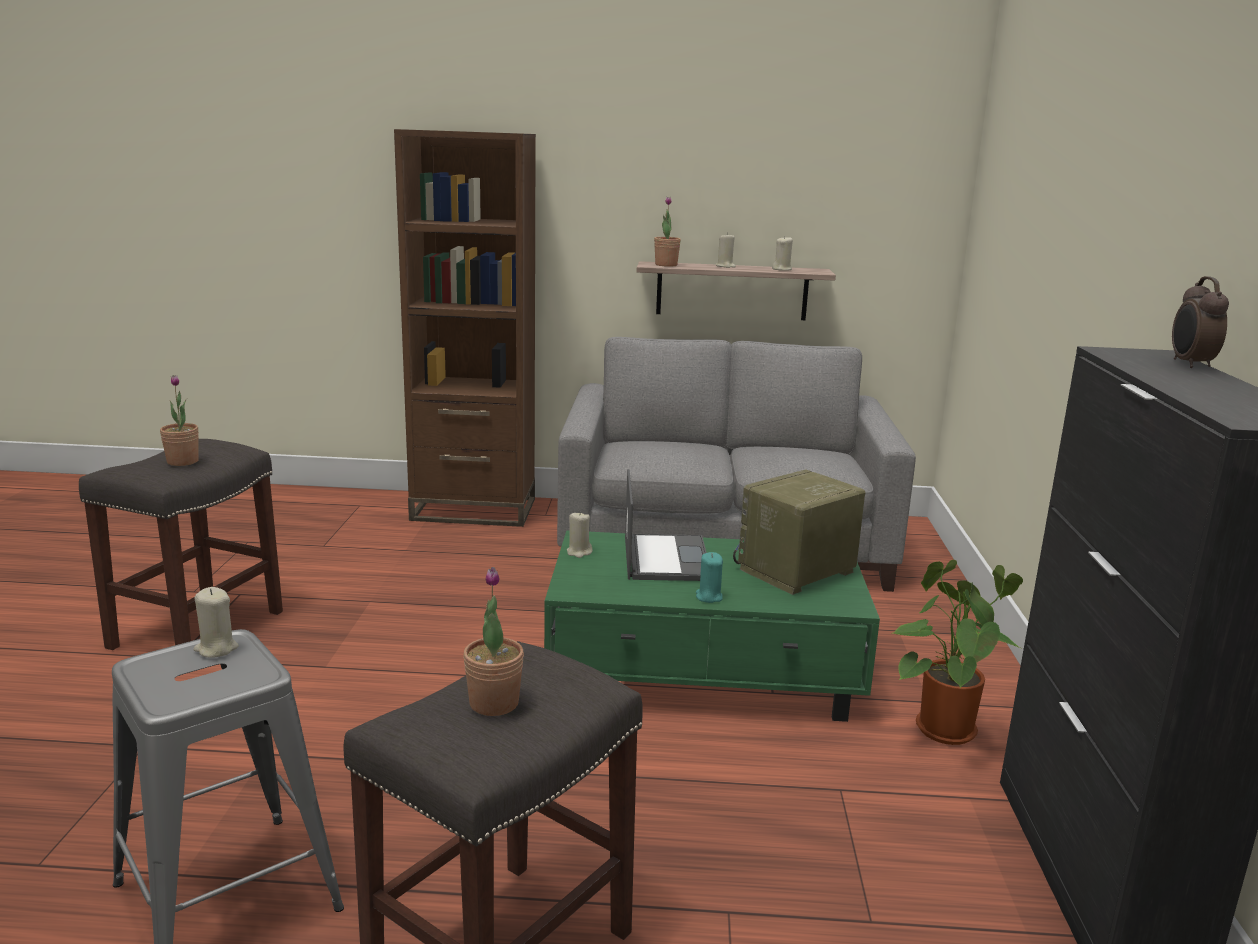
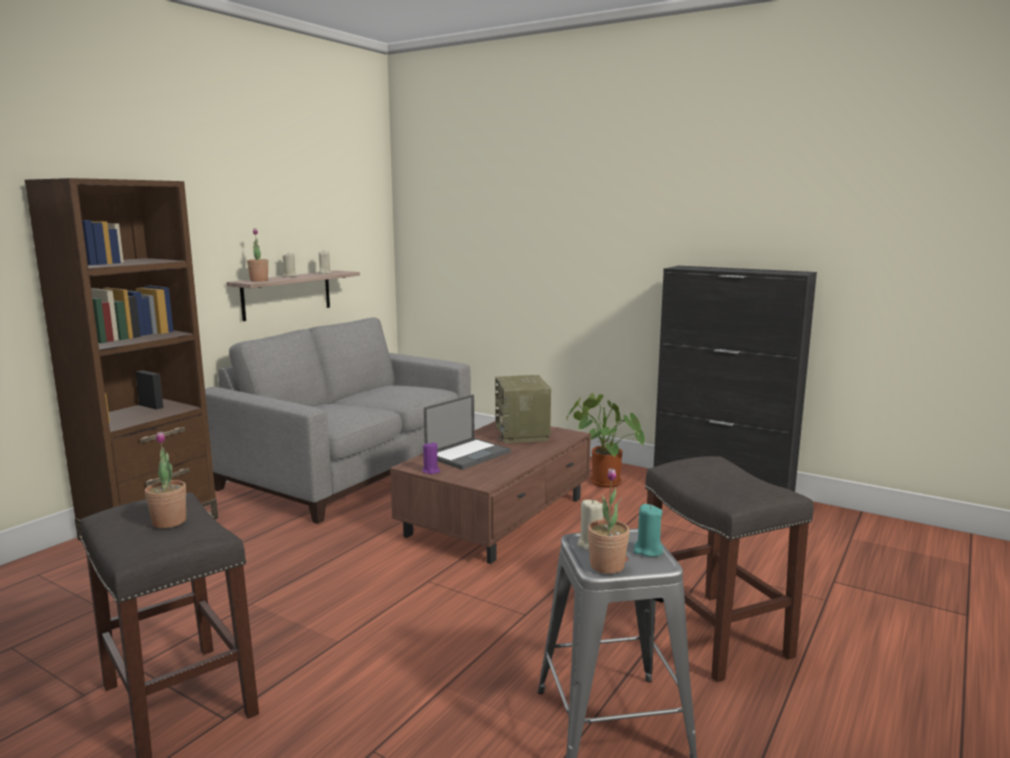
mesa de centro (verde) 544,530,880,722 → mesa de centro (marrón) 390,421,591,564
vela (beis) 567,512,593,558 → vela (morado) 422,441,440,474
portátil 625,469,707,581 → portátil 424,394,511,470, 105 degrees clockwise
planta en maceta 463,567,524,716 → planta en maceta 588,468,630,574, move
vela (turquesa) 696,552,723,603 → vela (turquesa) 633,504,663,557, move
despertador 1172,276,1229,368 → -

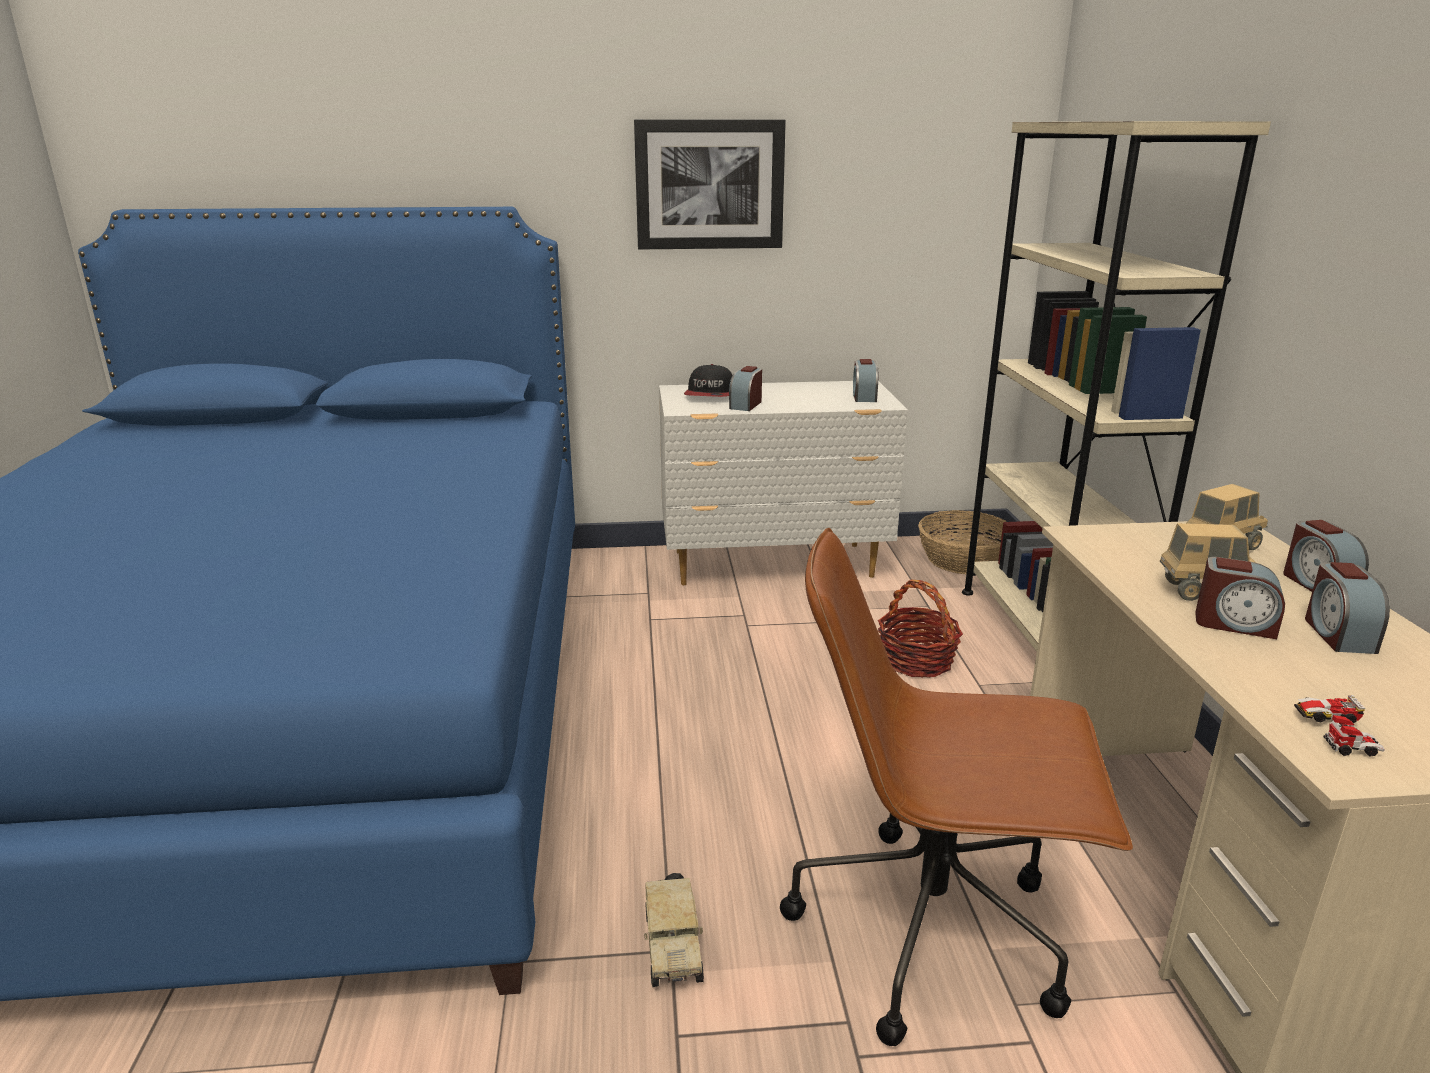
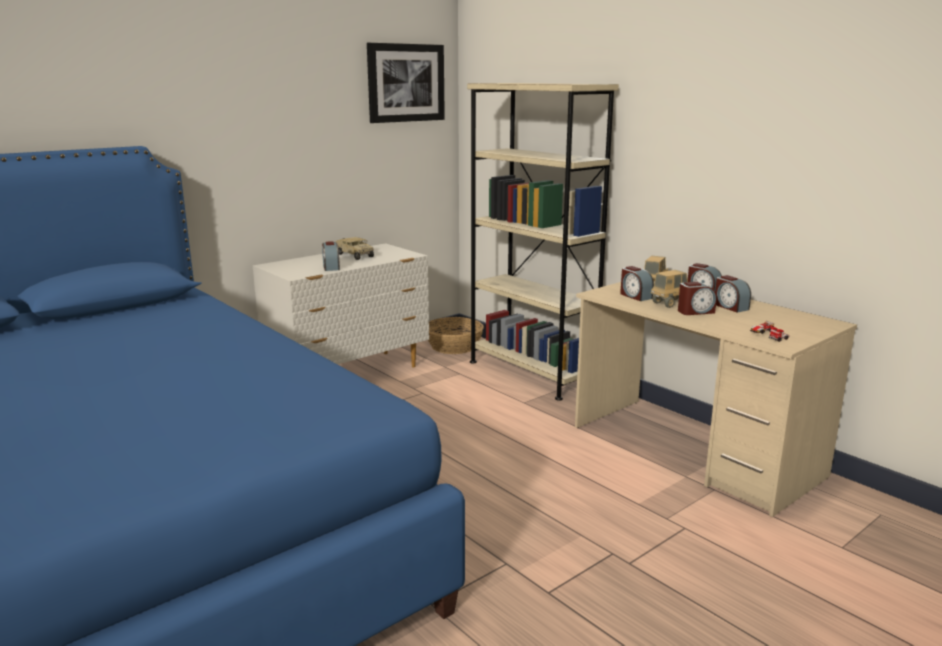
camión de juguete 644,873,704,987 → camión de juguete 335,237,374,260, move
cuadro 634,119,786,249 → cuadro 367,43,445,123, move
despertador 853,359,878,402 → despertador 620,266,654,301, move
gorra 684,364,732,397 → -
silla de oficina (marrón) 780,528,1133,1046 → -
cesta 878,580,963,678 → -

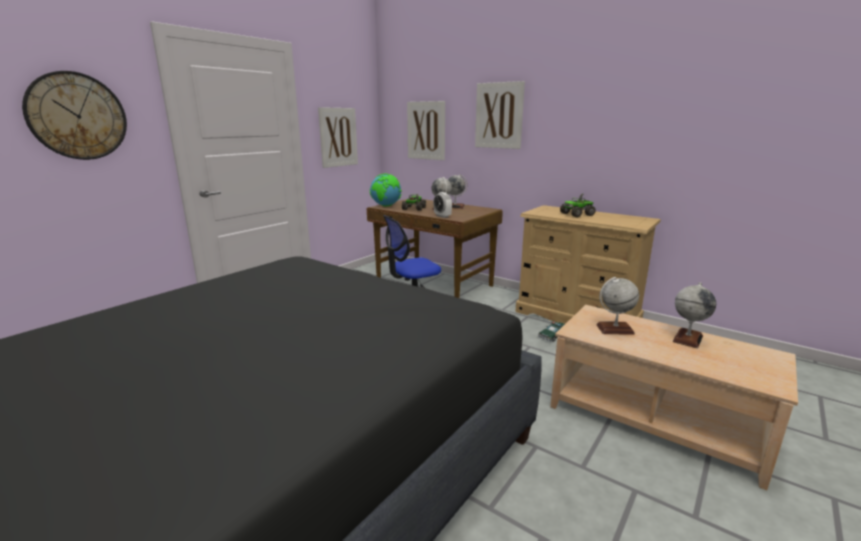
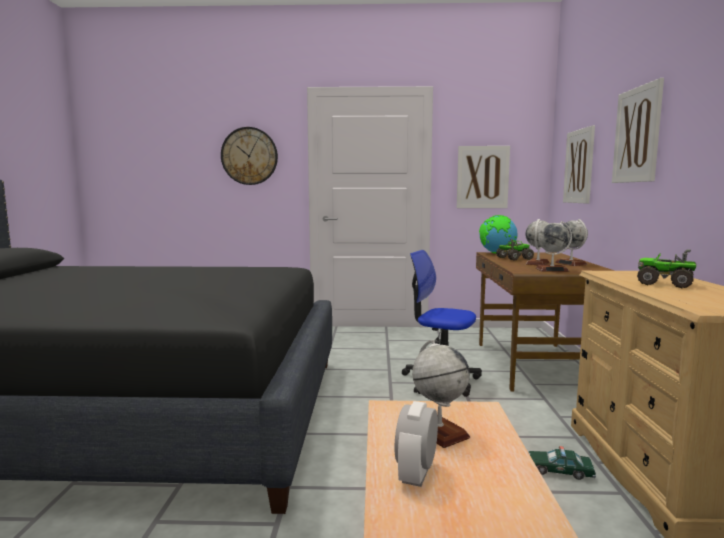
despertador 433,192,452,218 → despertador 394,401,438,487, move
globo terráqueo 673,282,716,348 → globo terráqueo 536,221,572,272, move

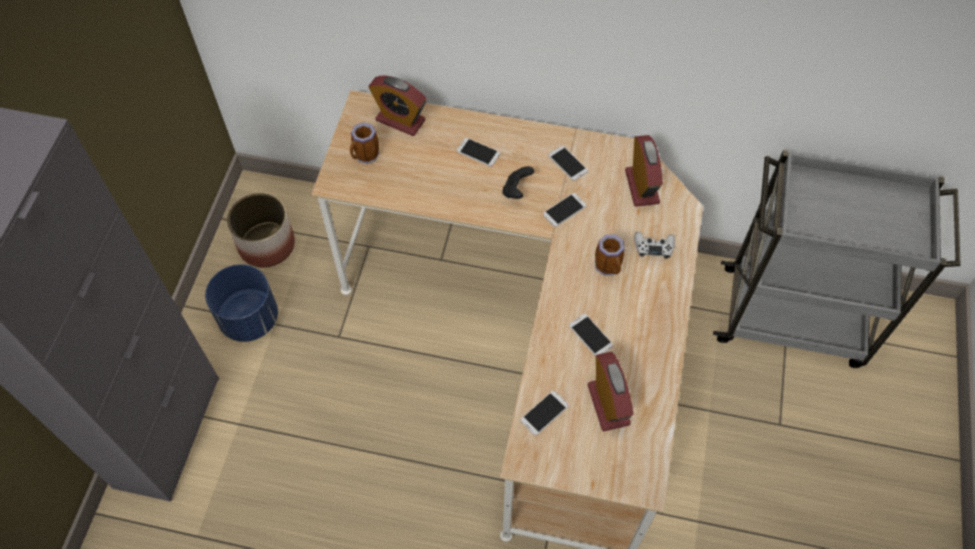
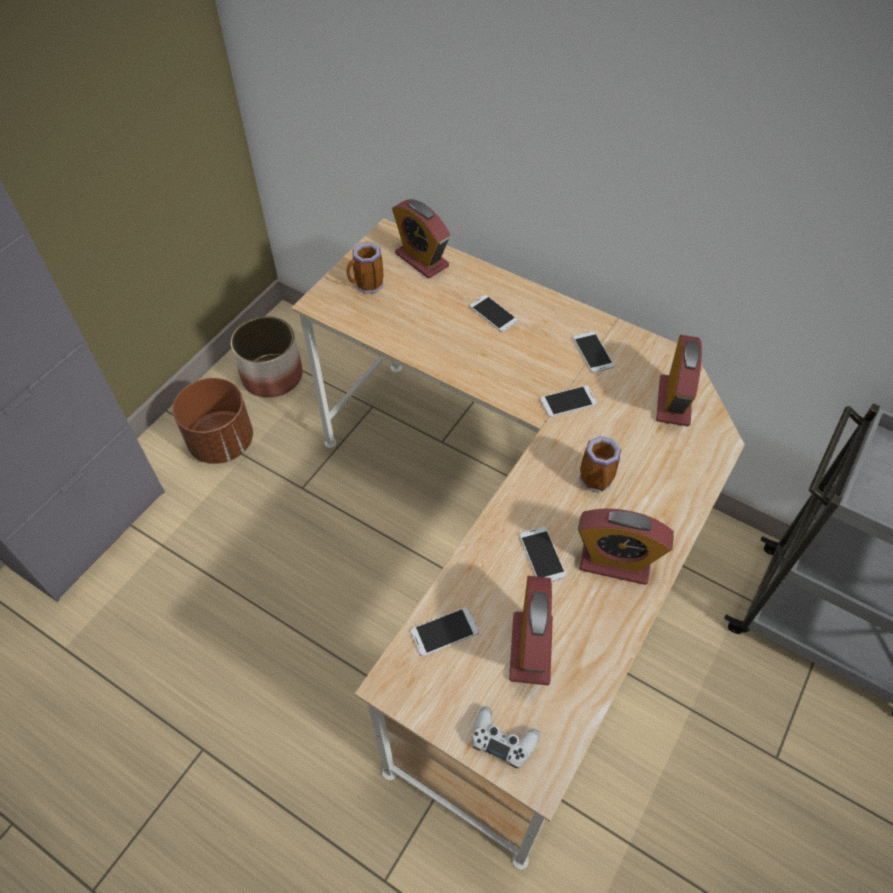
maceta (azul) 205,264,278,342 → maceta (marrón) 172,378,253,464
mando de consola (blanco) 634,232,675,259 → mando de consola (blanco) 472,706,540,768, move
- → despertador 578,509,674,585
mando de consola (negro) 502,166,534,199 → -

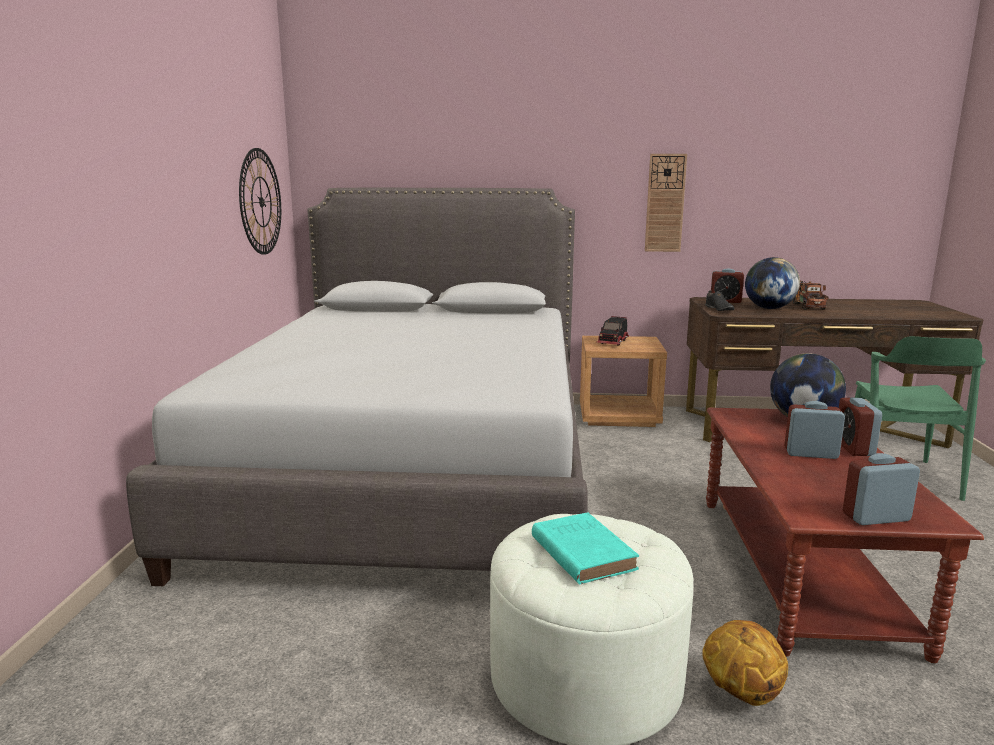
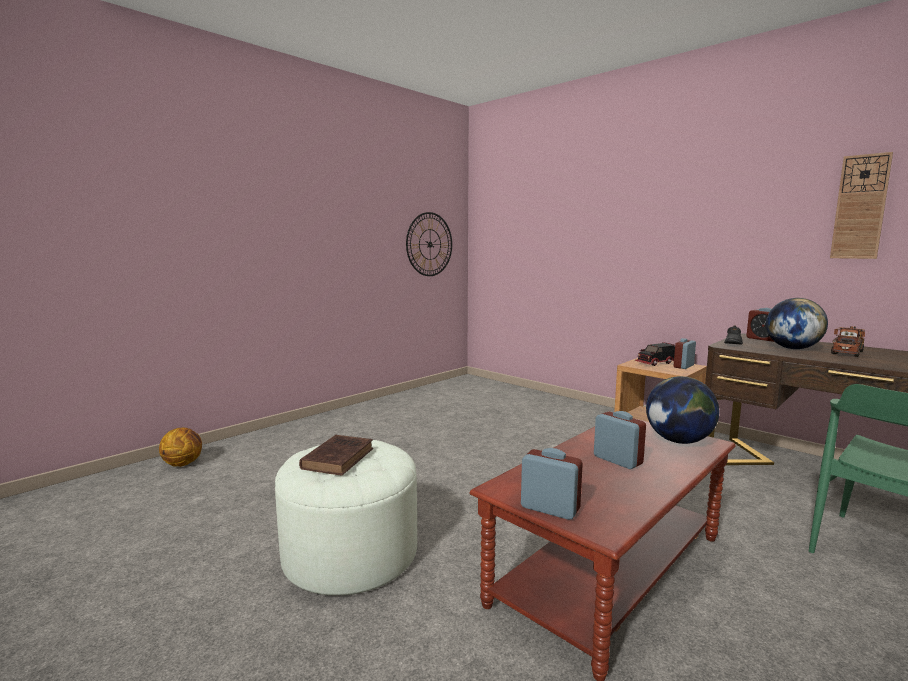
balón de baloncesto 702,620,788,706 → balón de baloncesto 159,428,202,467, move
libro (turquesa) 532,512,639,584 → libro (marrón) 299,435,373,475
despertador 839,398,882,456 → despertador 674,338,696,369, move
reloj de pared 645,154,687,252 → reloj de pared 830,152,893,259, move
cama (gris) 126,188,588,586 → -

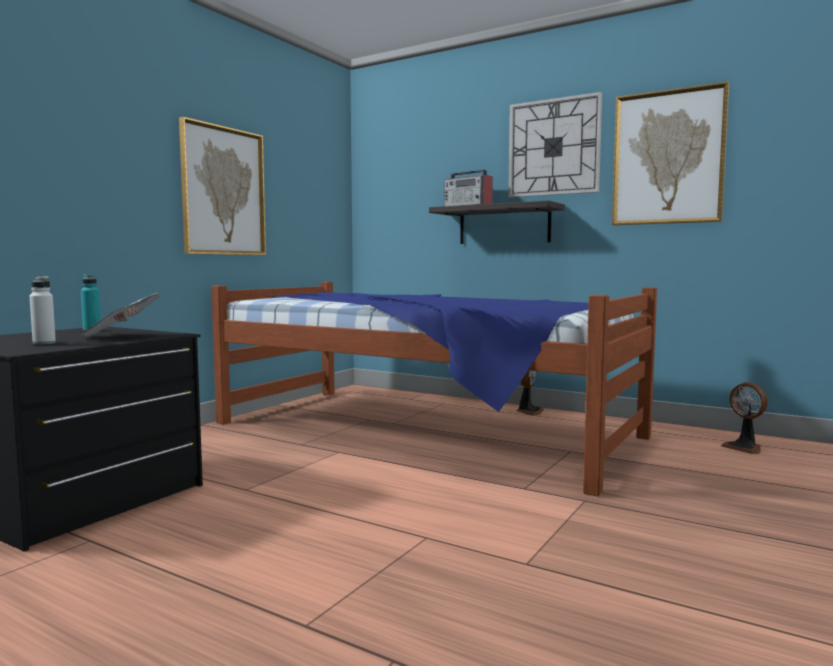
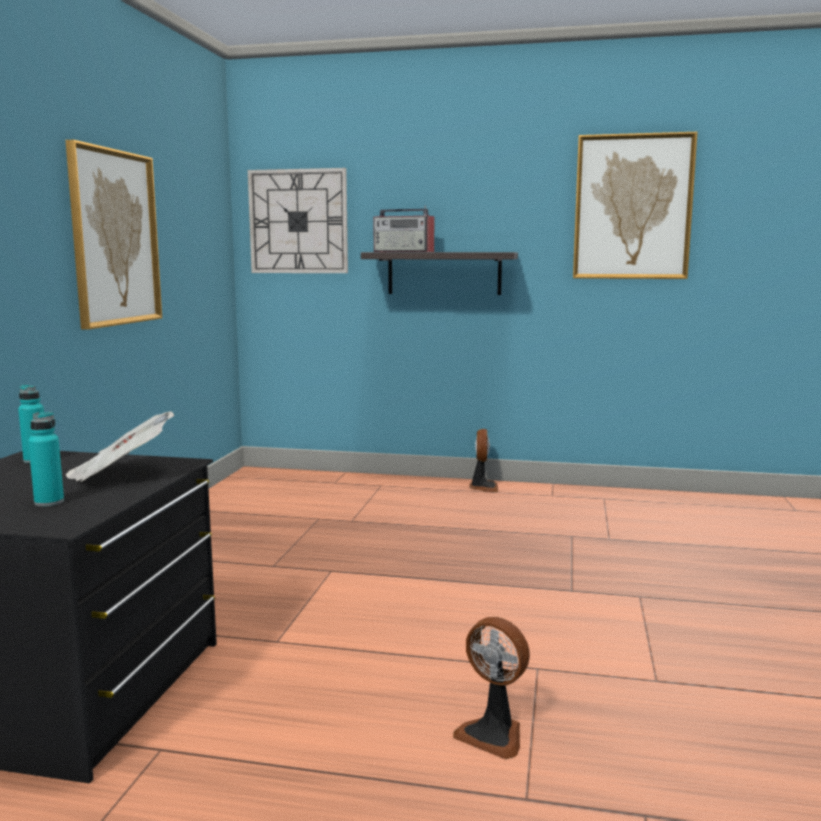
botella (blanco) 30,276,56,345 → botella (turquesa) 28,412,64,507
reloj de pared 508,92,602,198 → reloj de pared 248,168,348,273, move
ventilador 721,382,768,454 → ventilador 453,617,530,759, move
cama 211,282,657,496 → -

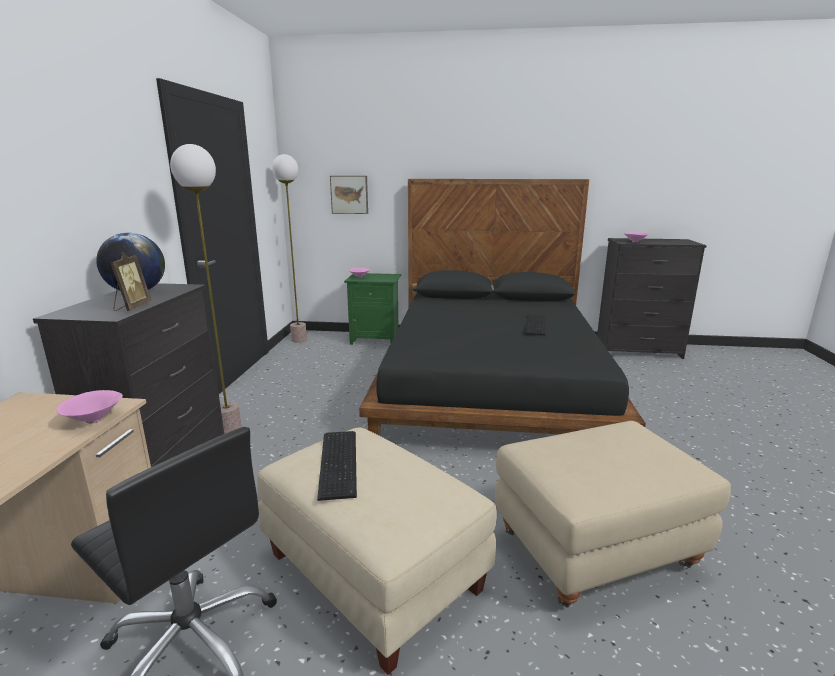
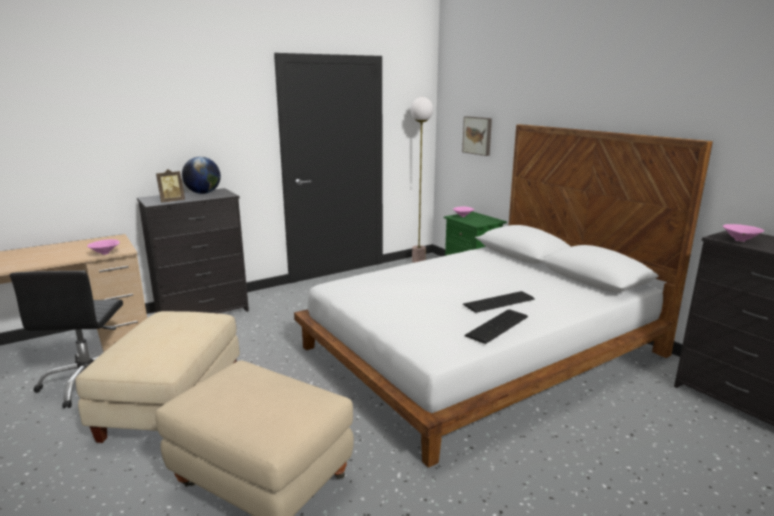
cama (negro) 359,179,646,436 → cama (blanco) 294,124,713,468
teclado 317,431,357,501 → teclado 464,309,528,344, move
lámpara de pie 170,144,241,434 → -

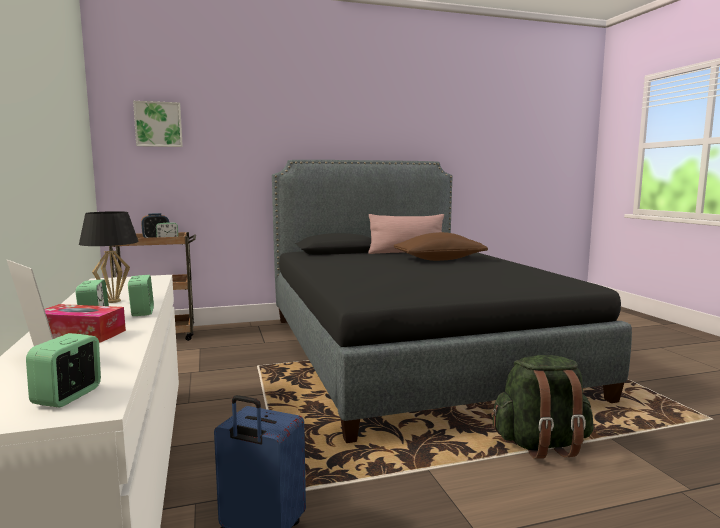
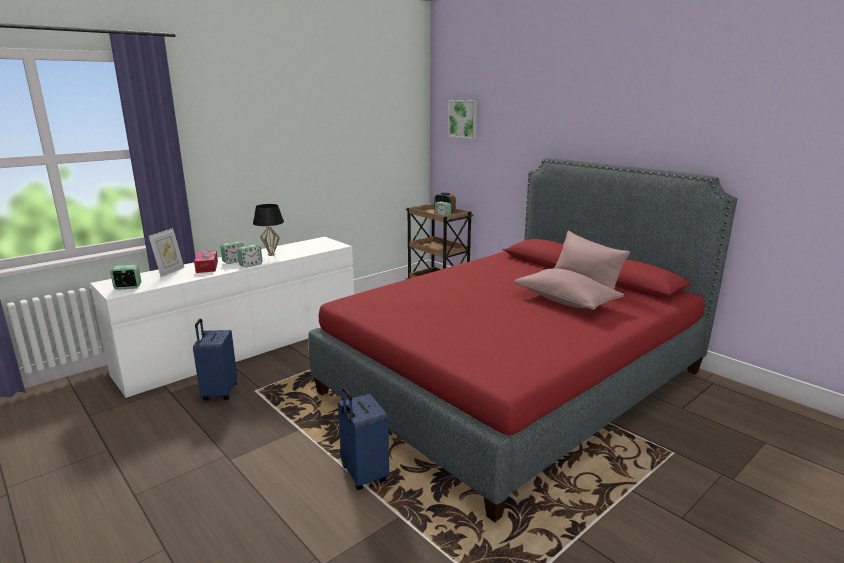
cama (negro) 272,160,632,443 → cama (rojo) 308,158,737,522
mochila (verde) 491,355,594,459 → maleta (azul) 338,387,389,490
cojín (marrón) 394,232,488,261 → cojín (rosa) 514,269,624,310

